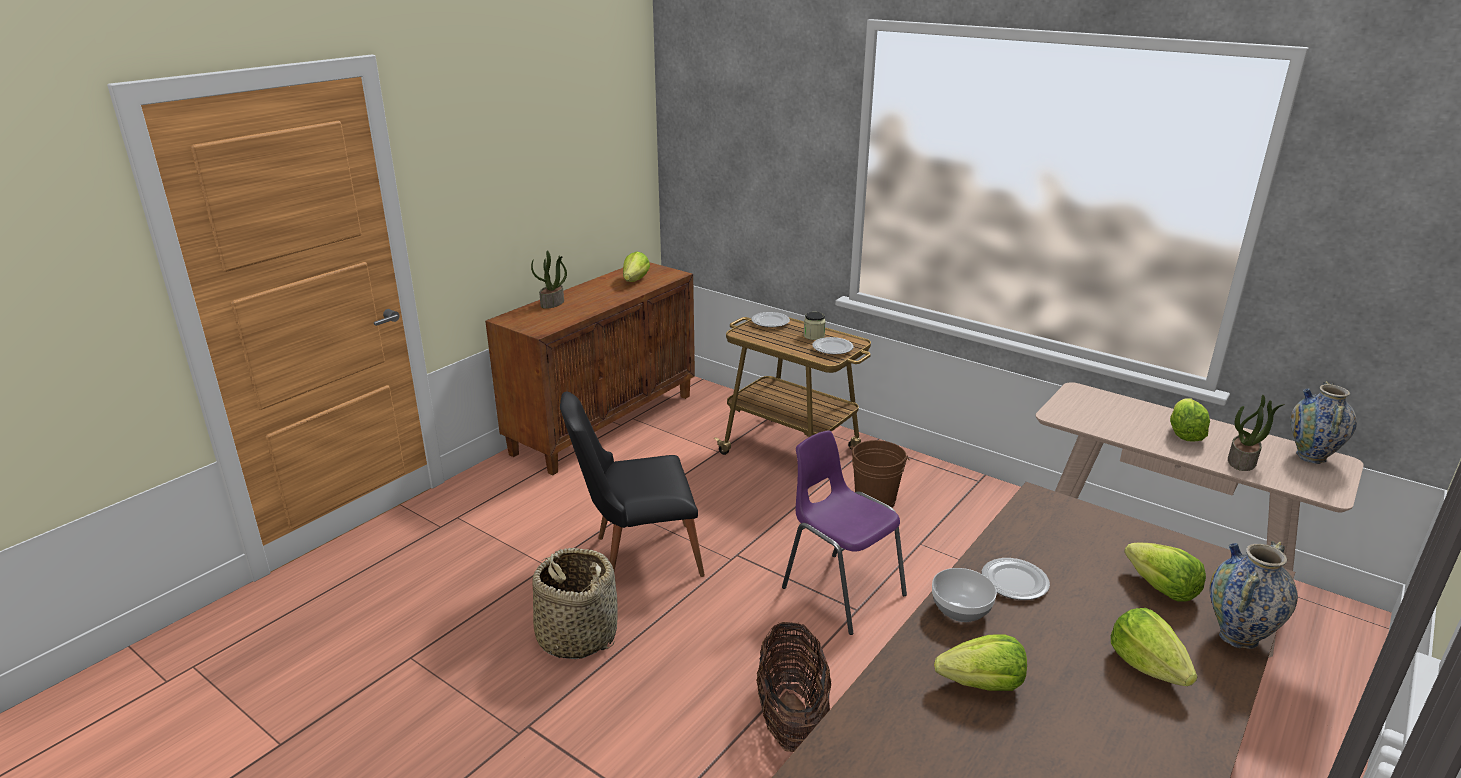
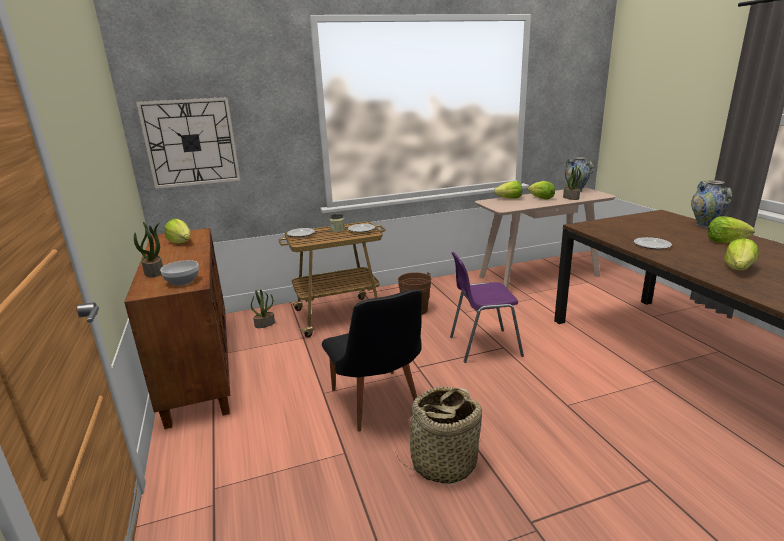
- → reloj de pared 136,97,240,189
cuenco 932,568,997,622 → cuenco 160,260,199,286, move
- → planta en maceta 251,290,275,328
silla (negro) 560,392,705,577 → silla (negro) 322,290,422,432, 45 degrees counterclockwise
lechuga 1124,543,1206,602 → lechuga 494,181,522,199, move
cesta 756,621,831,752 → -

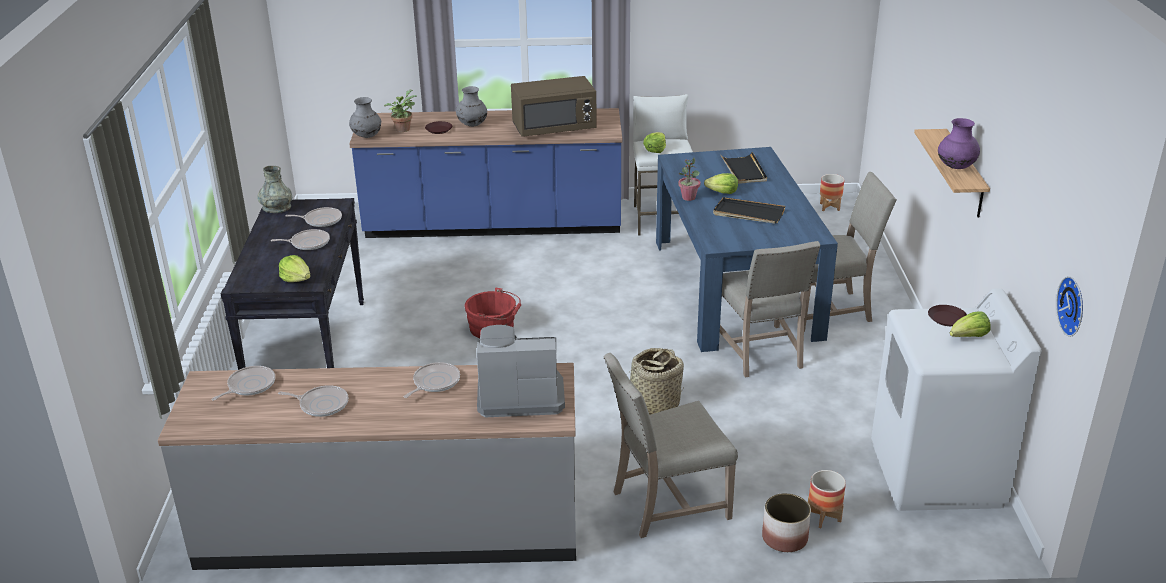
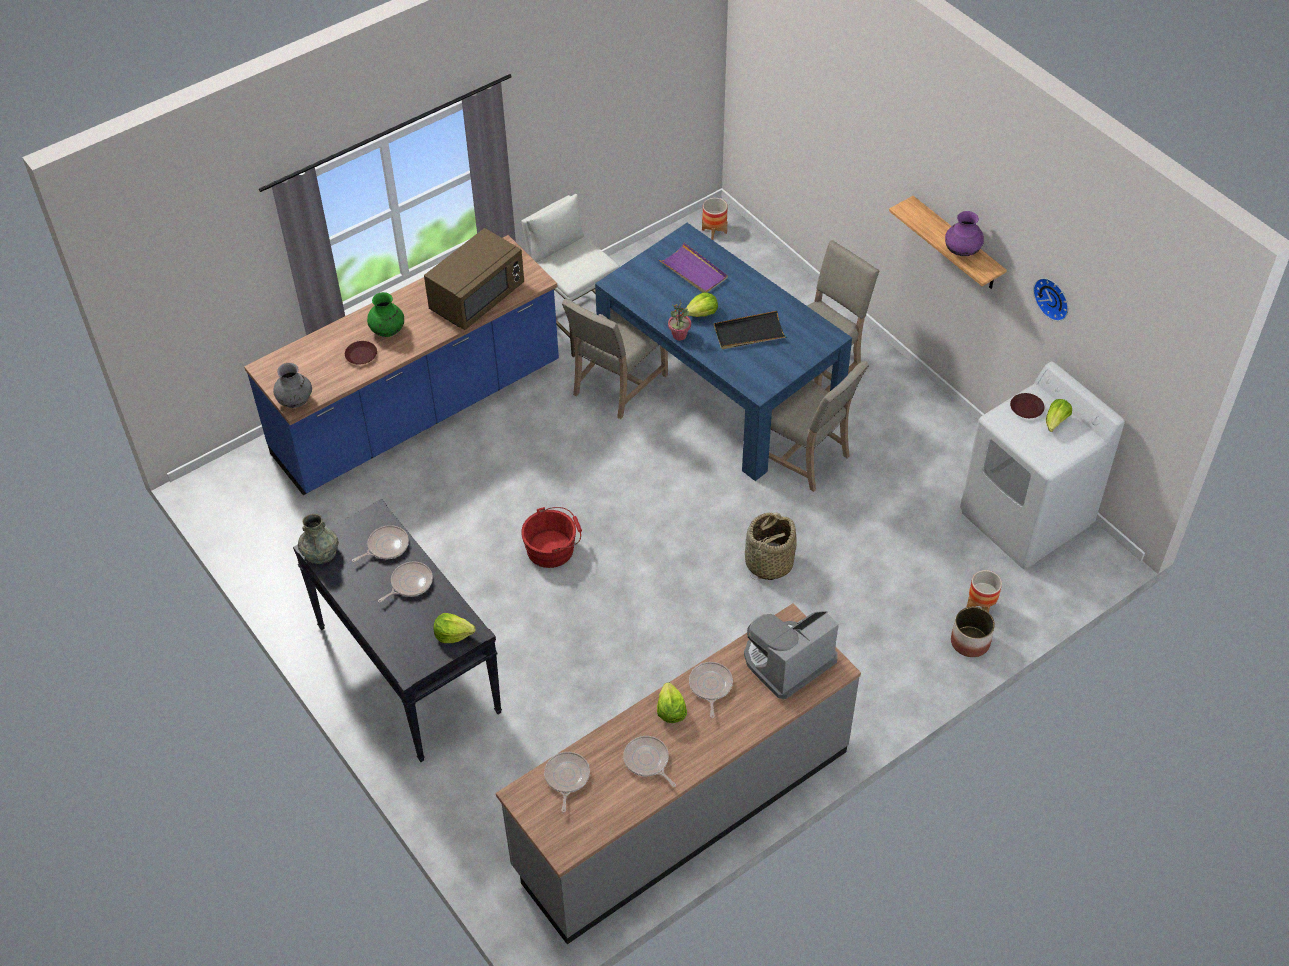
florero (gris) 456,86,487,127 → florero (verde) 367,292,404,337
silla (beis) 604,353,738,538 → silla (beis) 562,299,668,419, move
sartén 278,385,348,417 → sartén 623,736,676,787, 105 degrees counterclockwise
lechuga 643,132,666,153 → lechuga 657,682,687,723, move
bandeja (negro) 720,152,767,184 → bandeja (morado) 659,243,728,293
reloj de pared 1056,276,1083,337 → reloj de pared 1033,278,1068,321, move
planta en maceta 384,90,417,132 → -

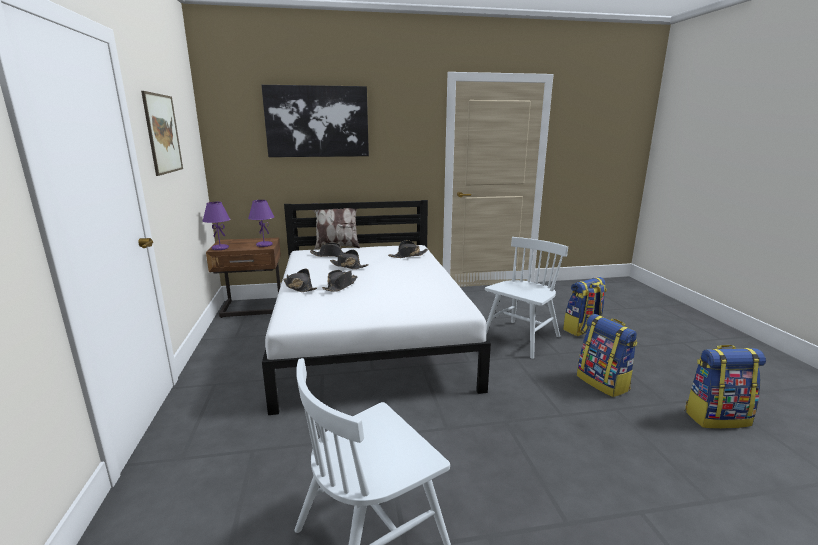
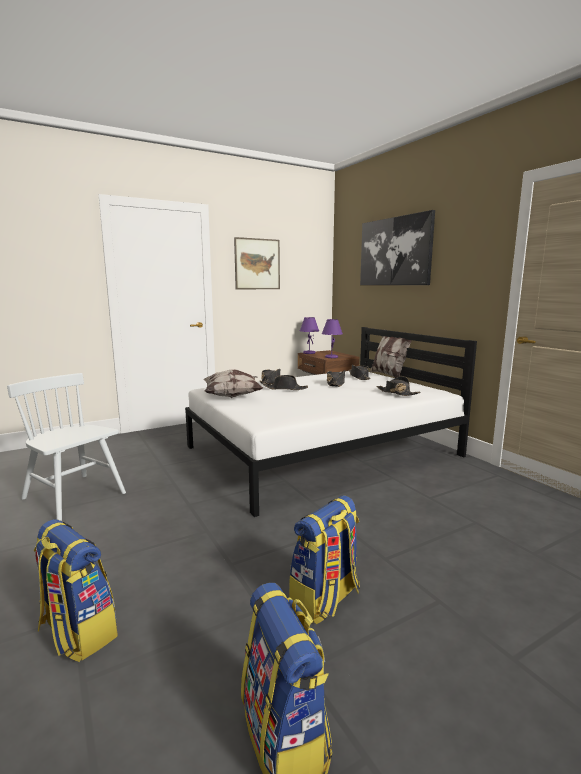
mochila 563,277,607,336 → mochila 34,519,118,662, move
- → cojín 203,370,263,398
silla (blanco) 485,237,568,359 → -

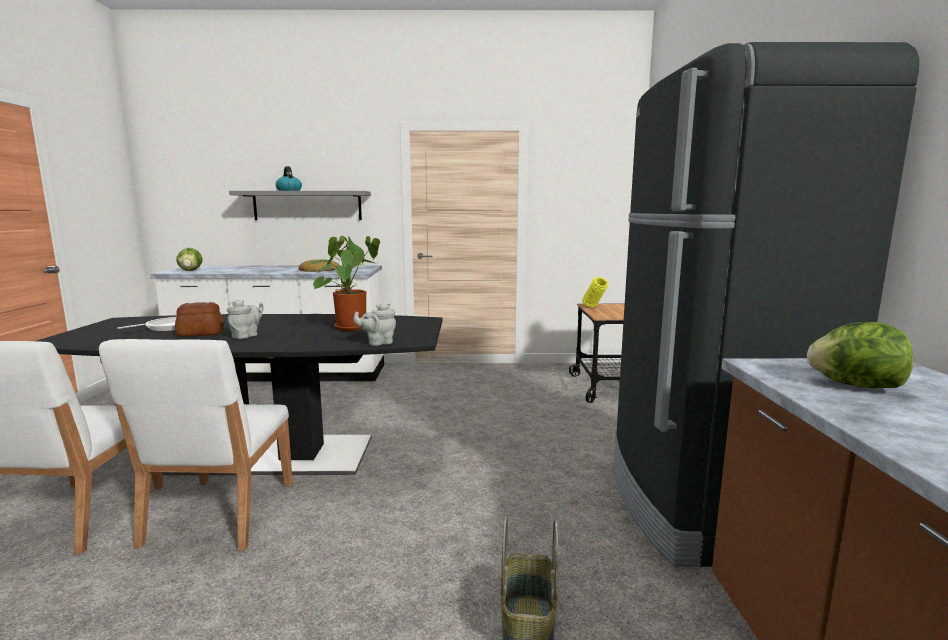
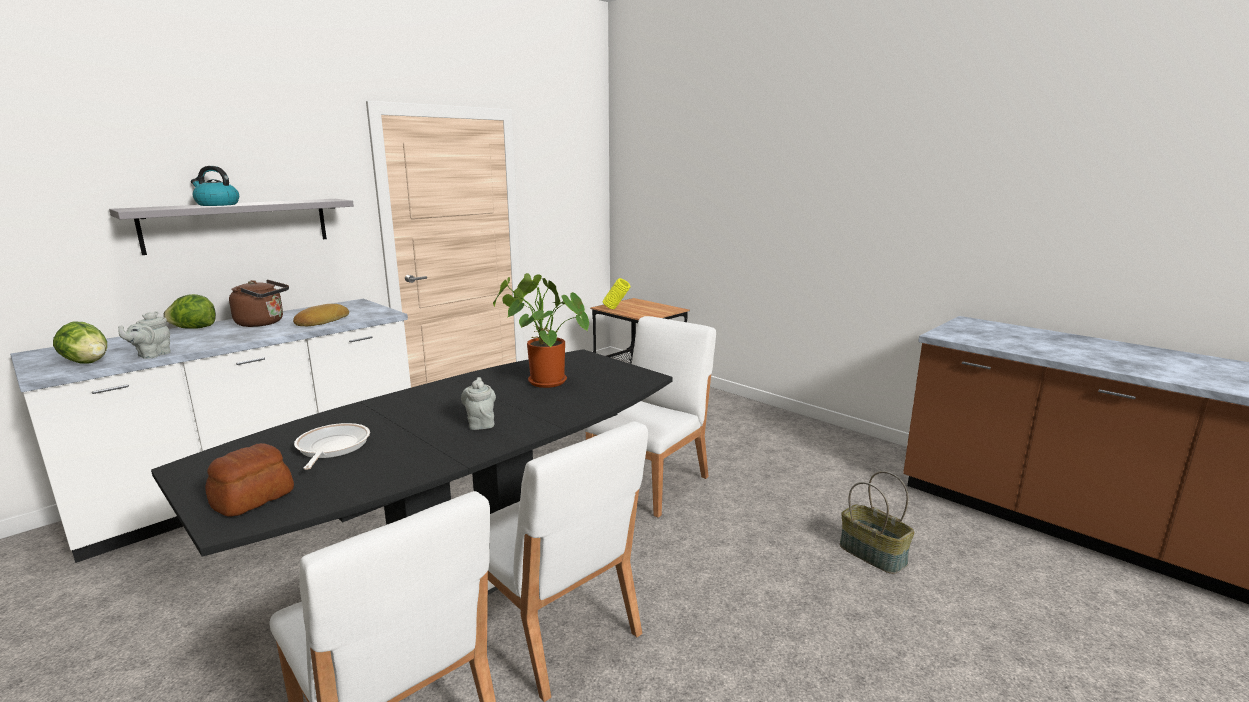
tetera (gris) 354,303,396,346 → tetera (gris) 118,311,171,359, move
lechuga 807,322,913,388 → lechuga 163,294,216,329, move
pan 175,302,224,337 → pan 205,443,294,516, move
- → hervidor (marrón) 229,280,289,327
- → silla (blanco) 585,316,716,518
nevera (negro) 613,42,919,567 → -

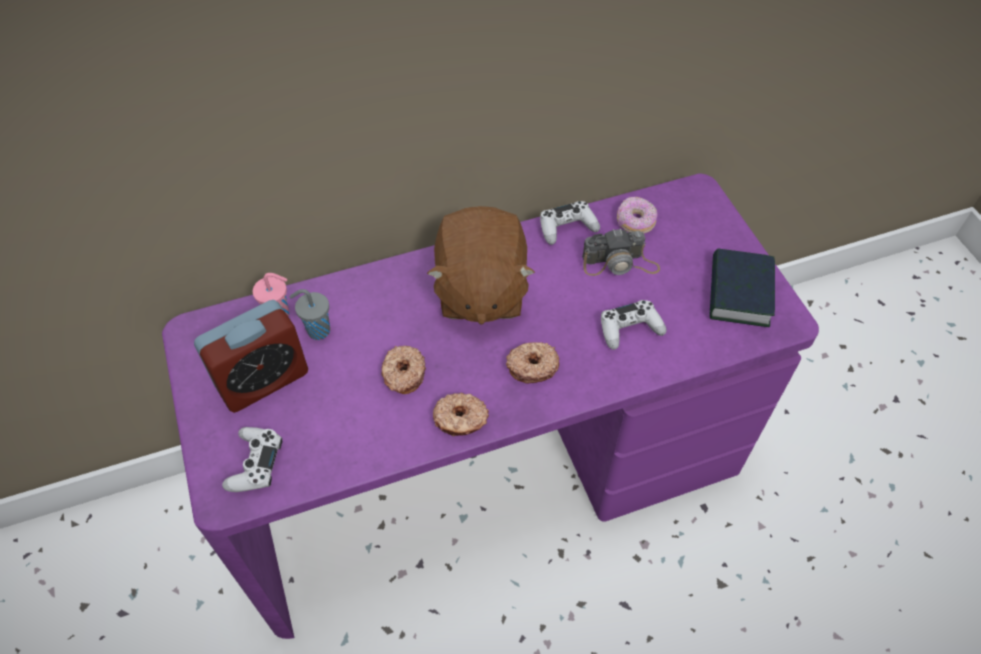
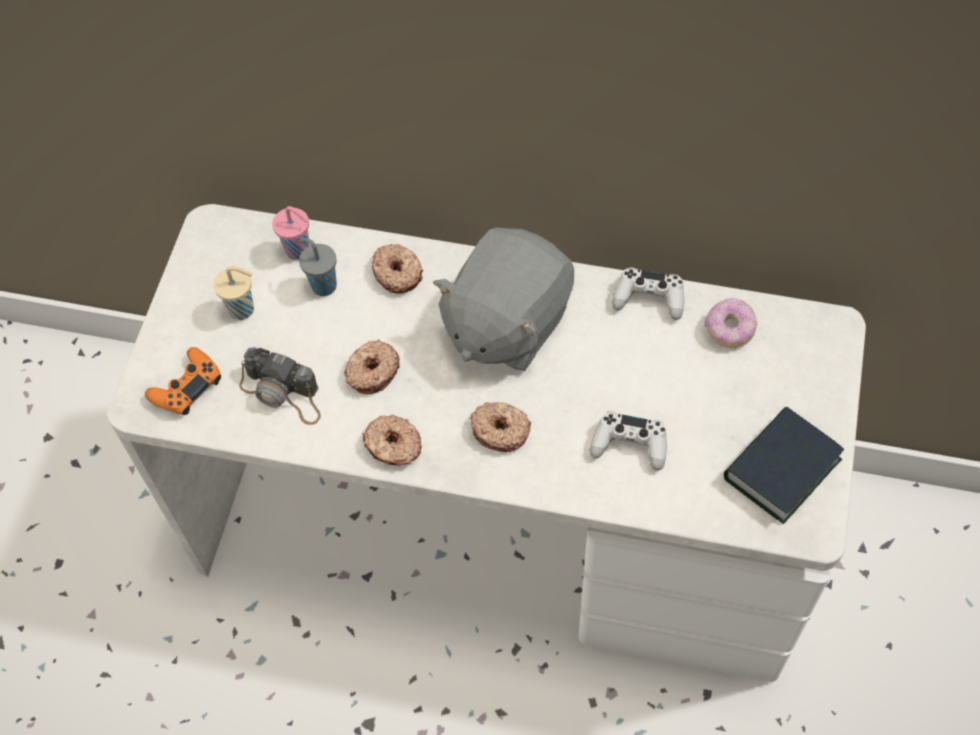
escritorio (morado) 162,174,819,639 → escritorio (blanco) 107,204,866,682
mando de consola (blanco) 222,427,282,492 → mando de consola (naranja) 145,347,221,415
despertador 194,300,308,413 → taza (beis) 213,266,254,320
cámara 582,228,660,276 → cámara 239,347,321,425, move
- → rosquilla 372,244,423,293
peluche (marrón) 427,206,535,325 → peluche (gris) 433,227,574,371

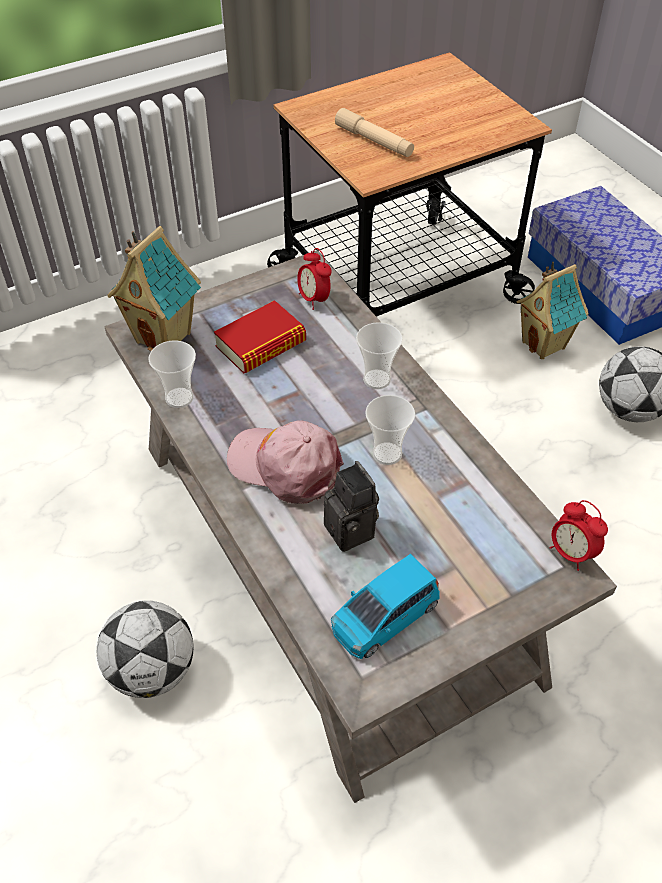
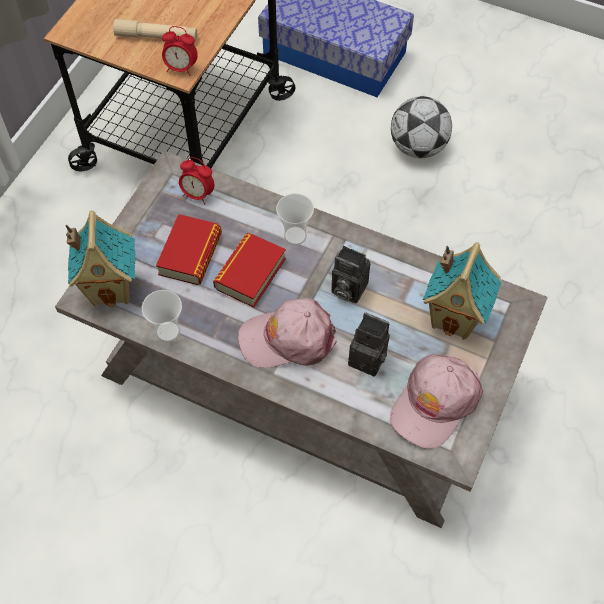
despertador 550,500,608,571 → despertador 162,26,198,76, move
- → libro 213,233,286,307
taza 365,395,415,465 → cámara 331,246,370,303
coche de juguete (azul) 331,554,440,659 → gorra (rosa) 390,354,483,449
casita 517,262,589,359 → casita 423,242,501,340, move
balón de fútbol 97,601,193,698 → -

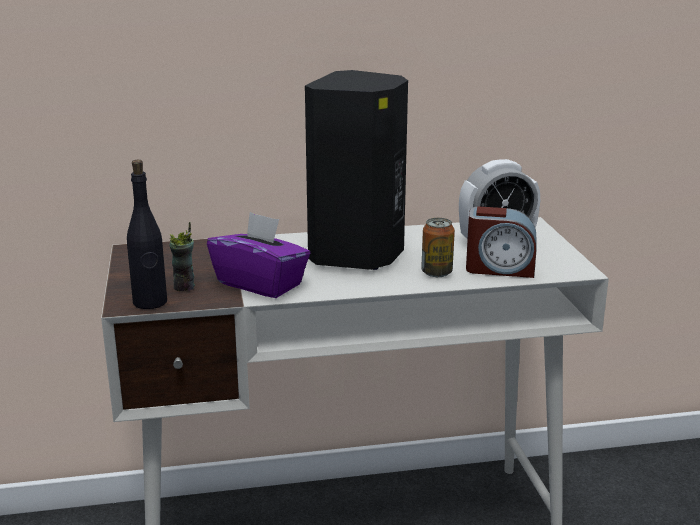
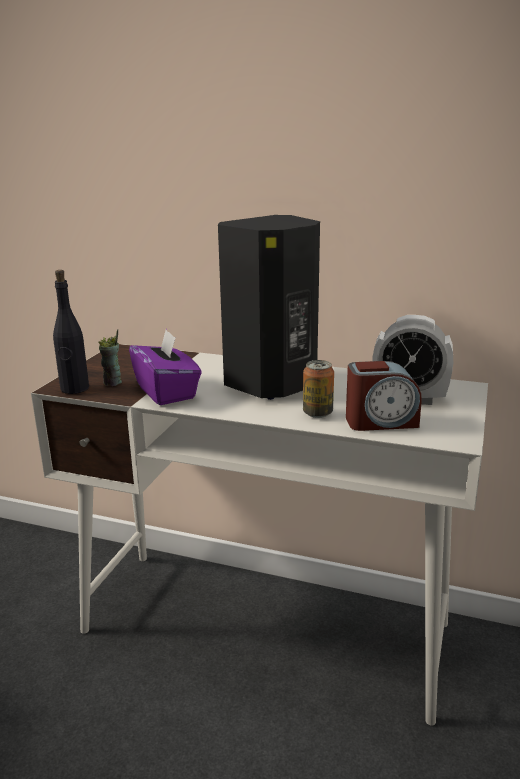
despertador 466,206,536,278 → despertador 346,361,422,431, 45 degrees counterclockwise

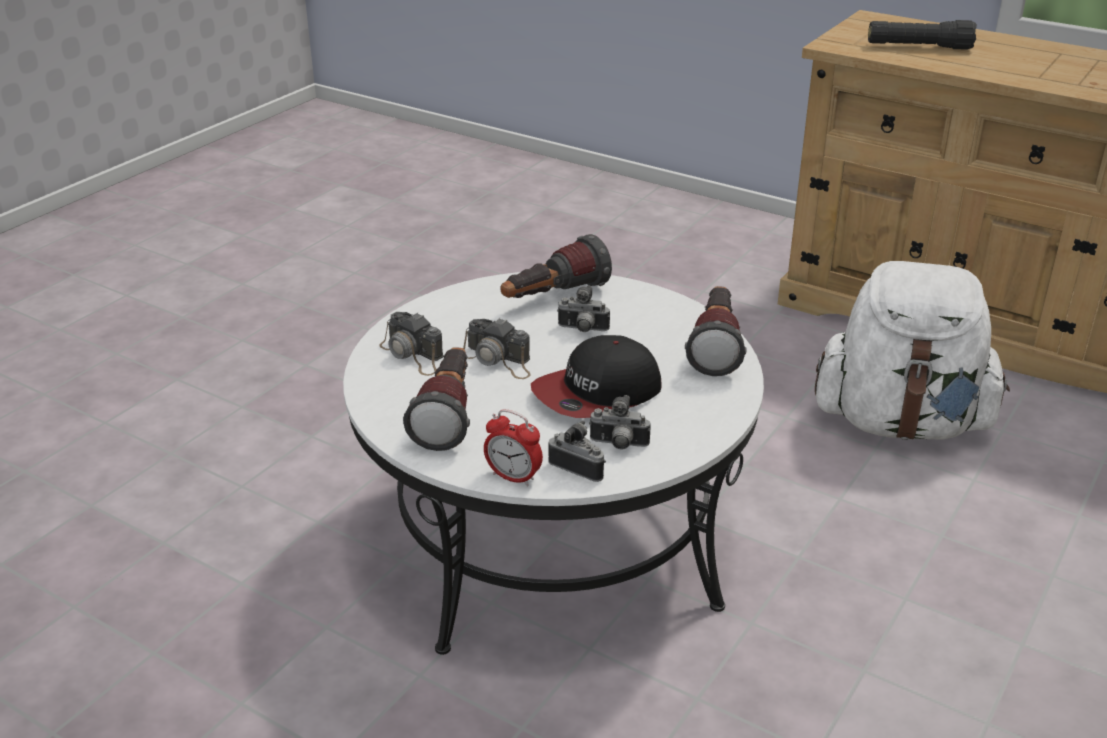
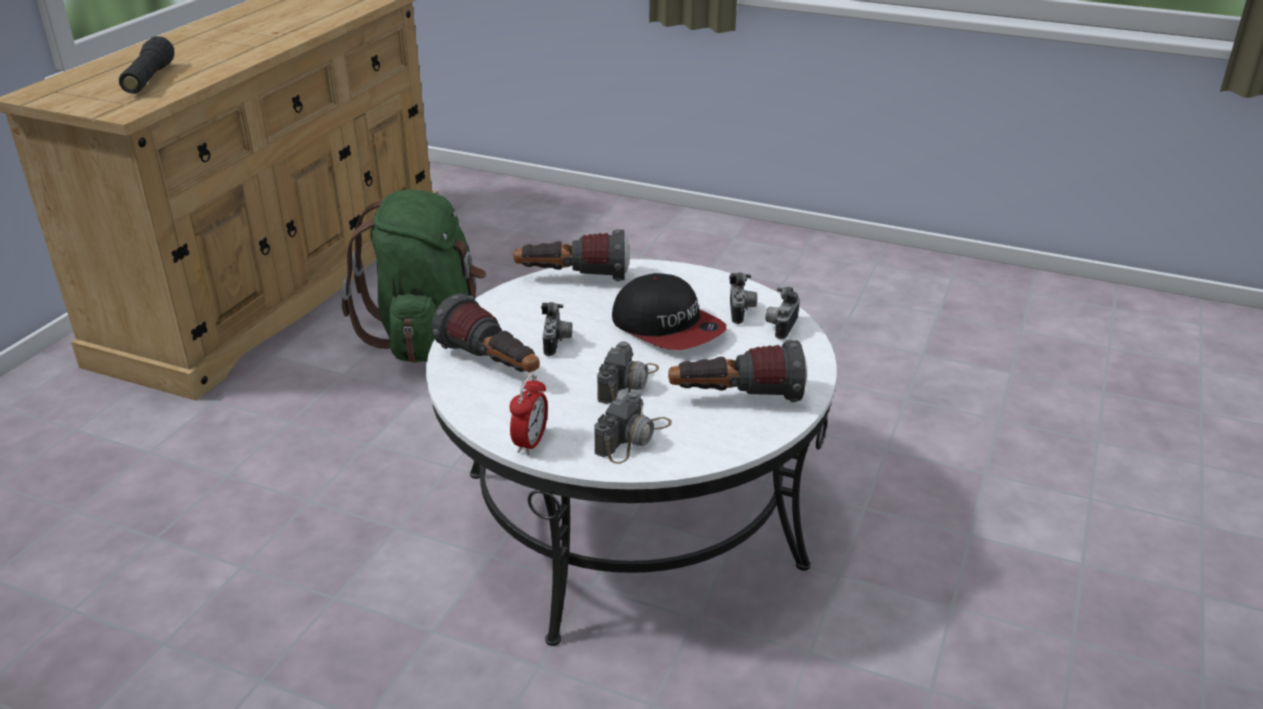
mochila (blanco) 815,261,1010,440 → mochila (verde) 342,189,487,363
despertador 484,409,543,486 → despertador 510,374,548,455, move

